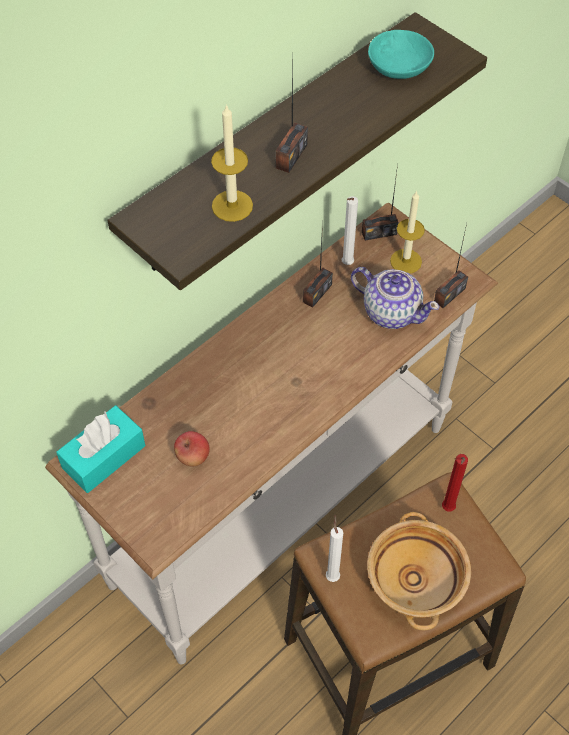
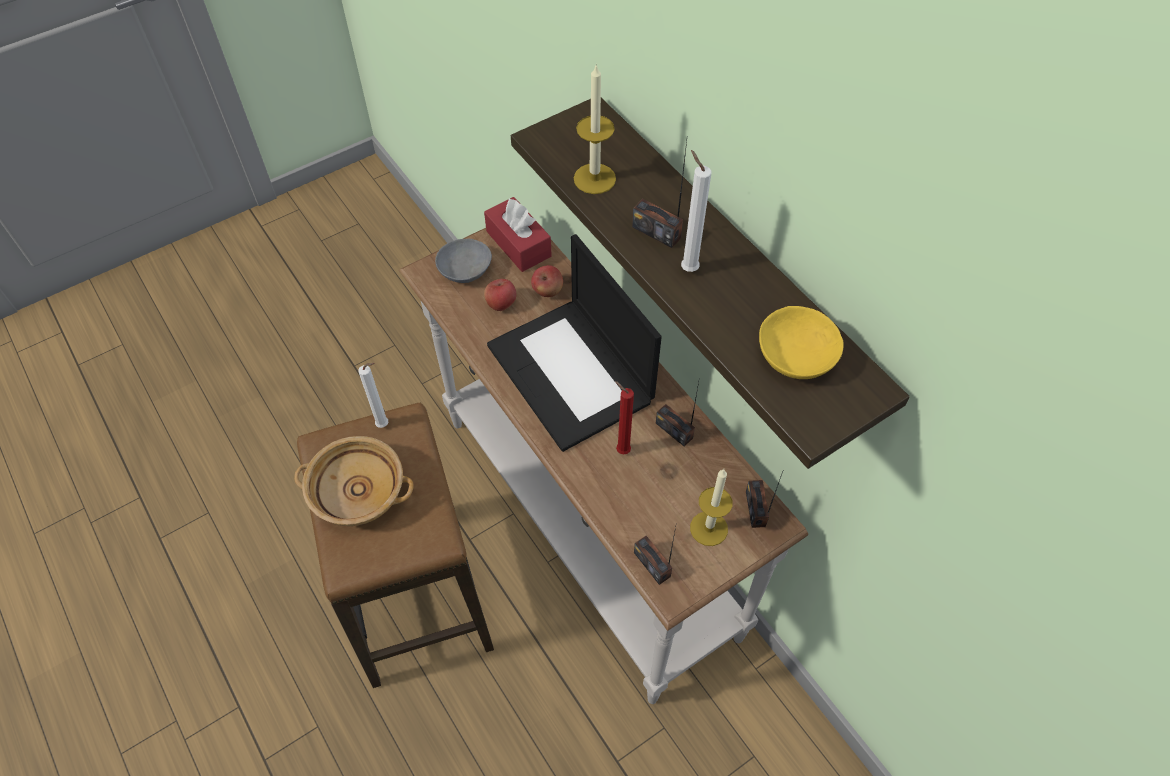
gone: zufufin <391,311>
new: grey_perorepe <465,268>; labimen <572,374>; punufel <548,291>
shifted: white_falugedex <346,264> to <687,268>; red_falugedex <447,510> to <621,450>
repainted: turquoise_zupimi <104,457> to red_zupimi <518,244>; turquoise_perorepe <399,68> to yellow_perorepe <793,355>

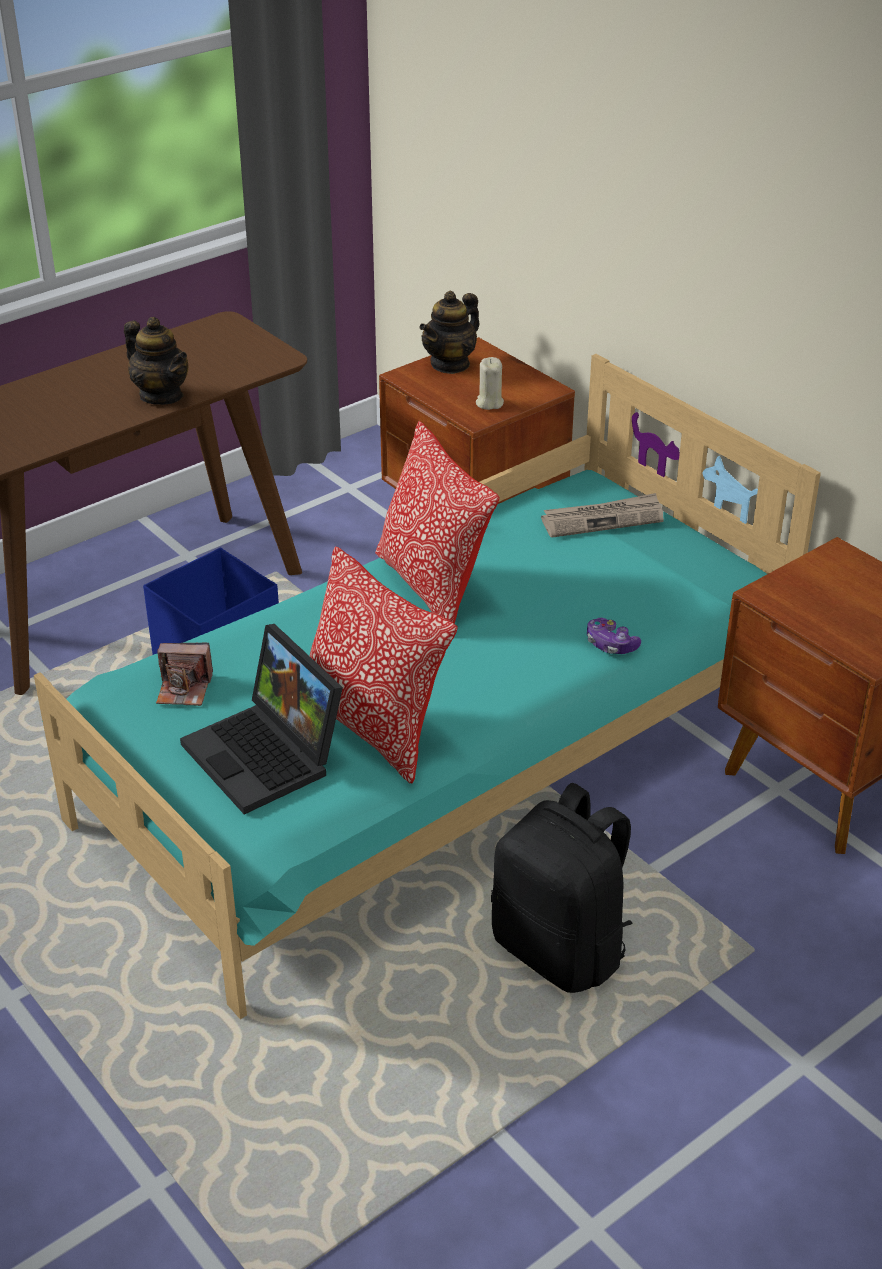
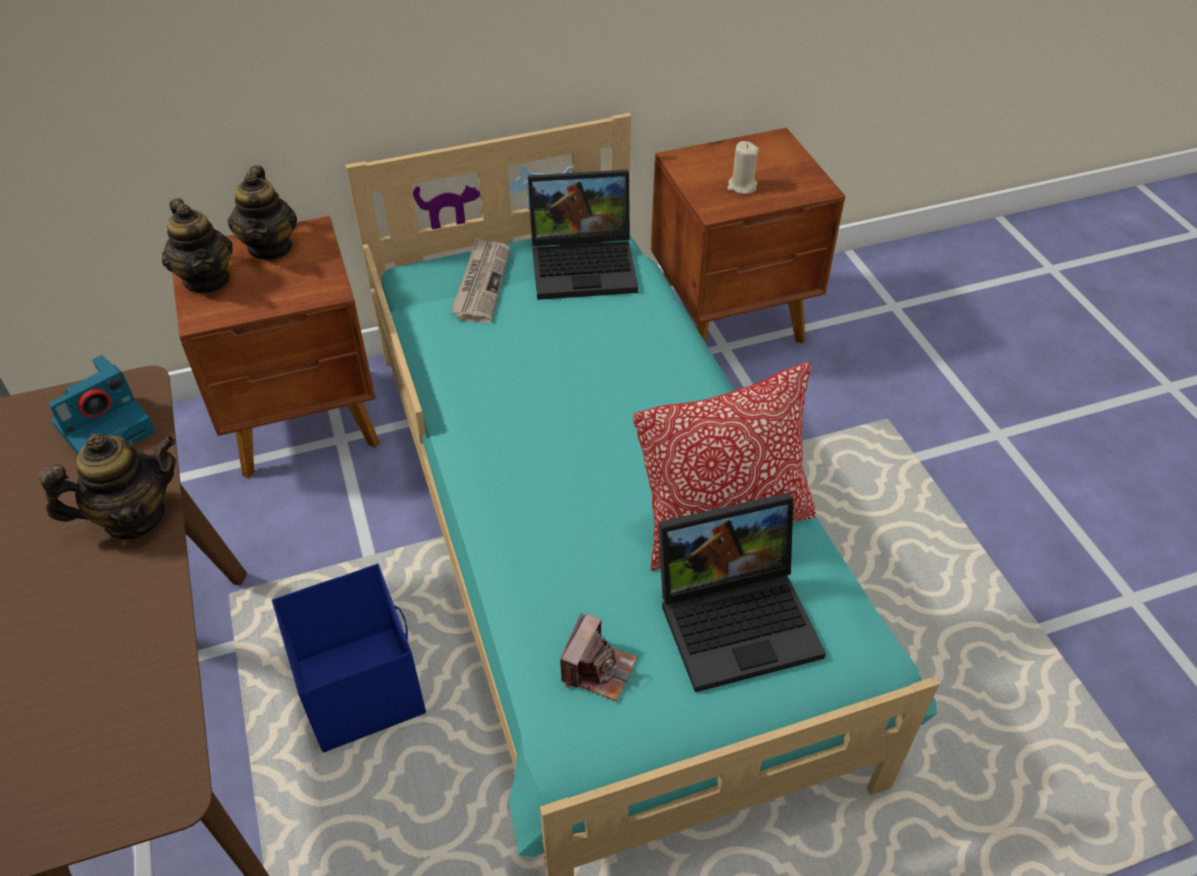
gone: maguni <432,587>; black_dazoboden <561,950>; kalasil <610,645>
new: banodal <106,427>; zufufin <271,247>; labimen <586,264>
shifted: beige_falugedex <489,403> to <742,186>

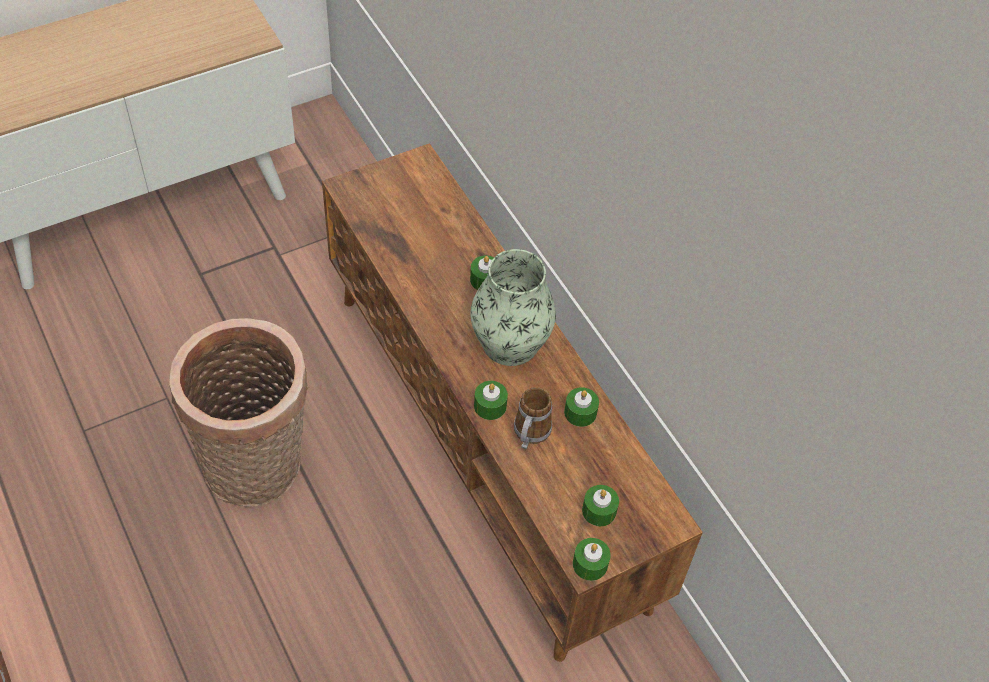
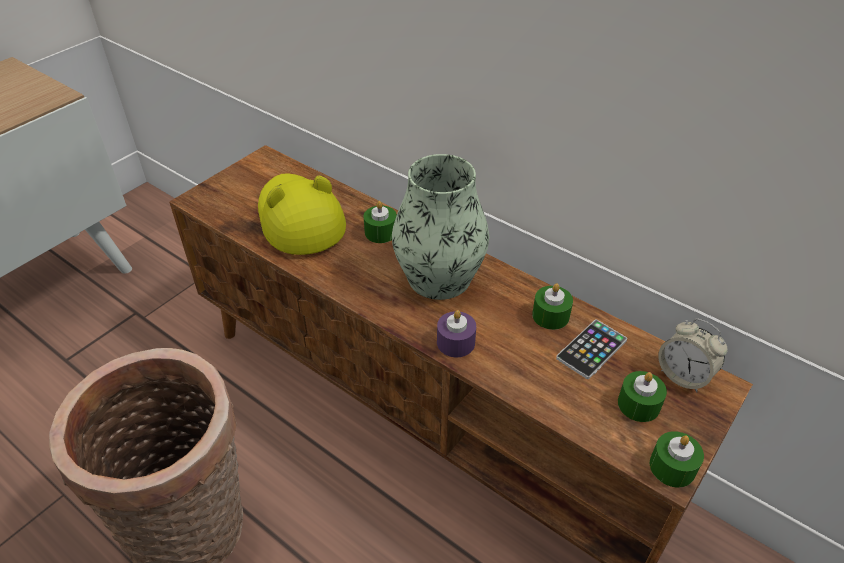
gone: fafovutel <529,435>
new: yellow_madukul <299,219>; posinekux <591,349>; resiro <683,375>
repainted: green_falugedex <490,406> to purple_falugedex <455,342>

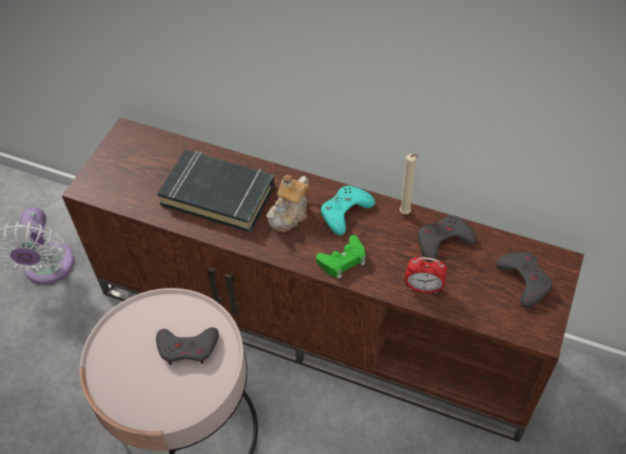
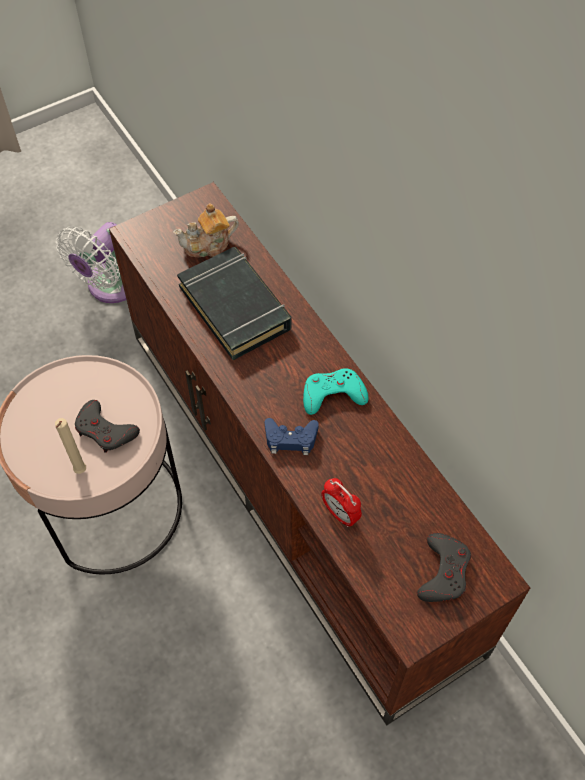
gone: grey_kalasil <443,241>
shifted: zufufin <290,214> to <208,245>; beige_falugedex <406,214> to <80,472>
repainted: green_kalasil <343,260> to blue_kalasil <290,439>

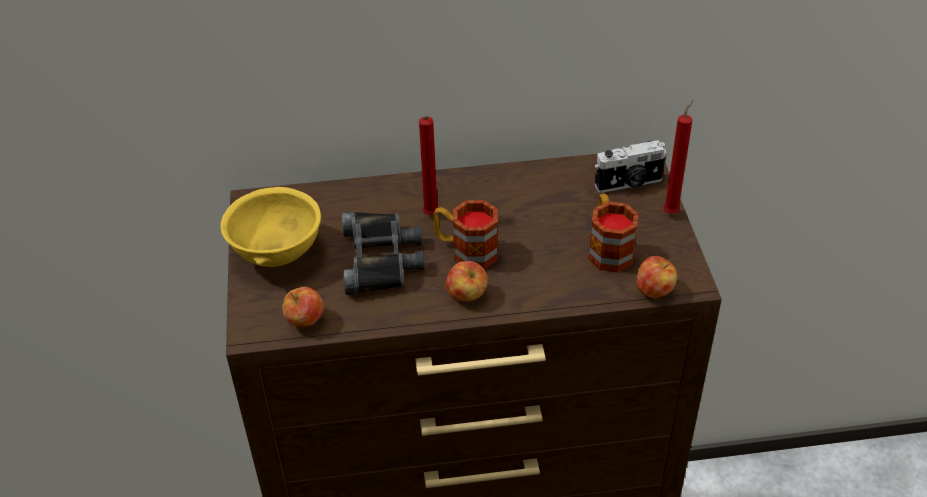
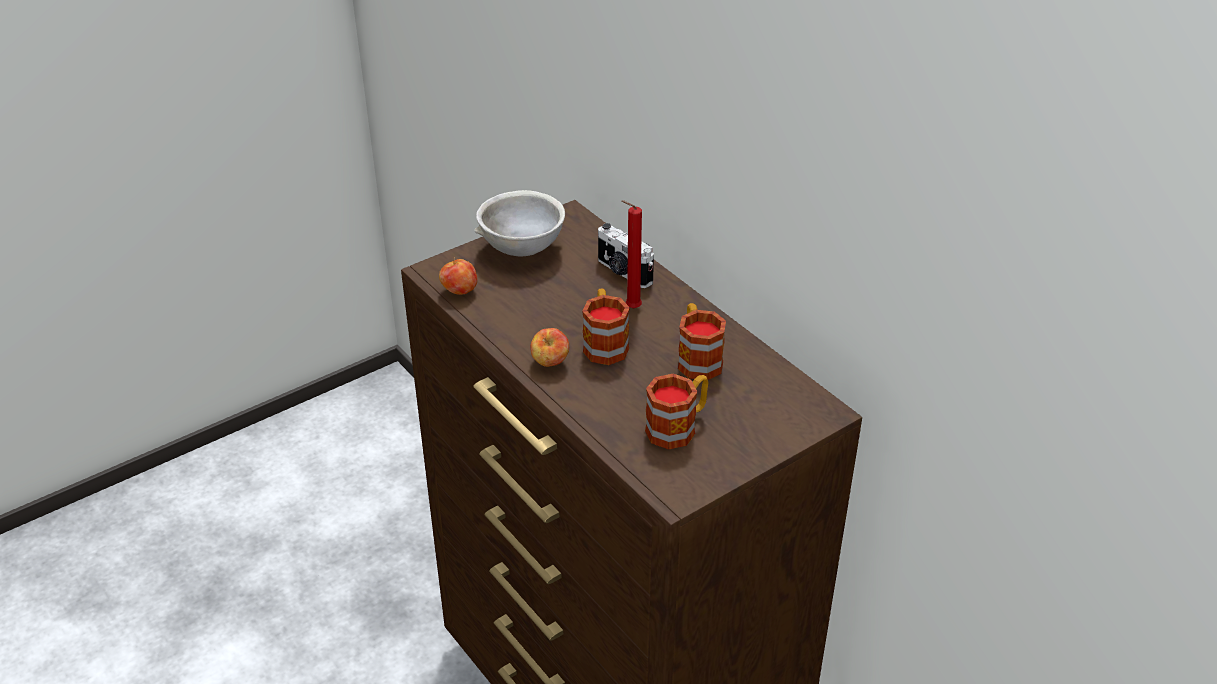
gone: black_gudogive <382,258>; punufel <654,291>; red_falugedex <672,212>
new: fafovutel <697,358>
shifted: banodal <629,184> to <623,272>
repainted: yellow_perorepe <275,253> to grey_perorepe <521,248>

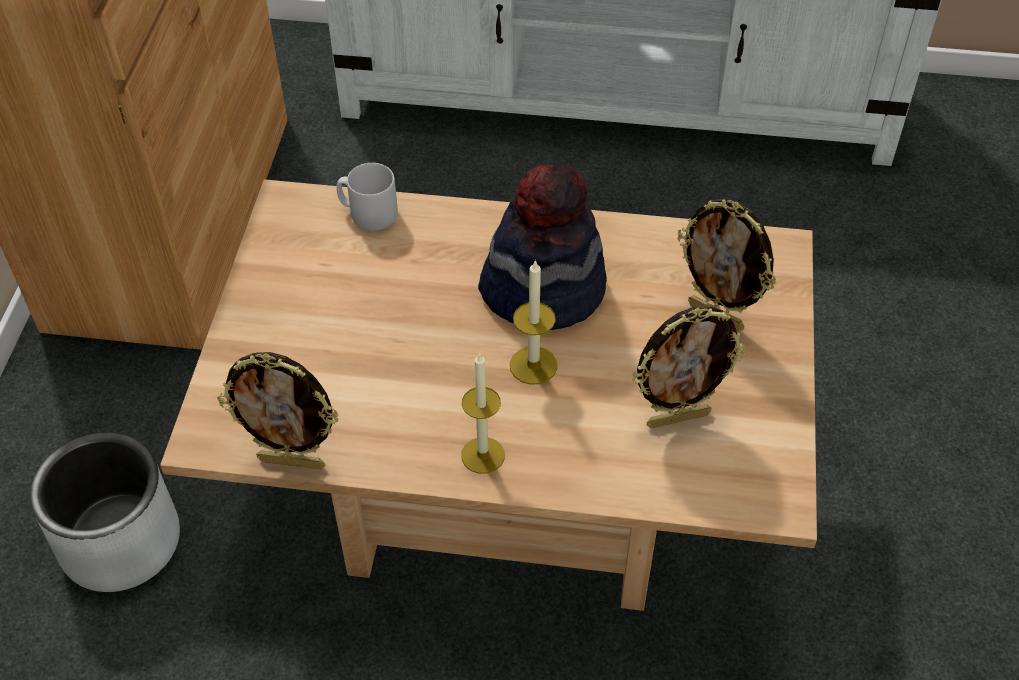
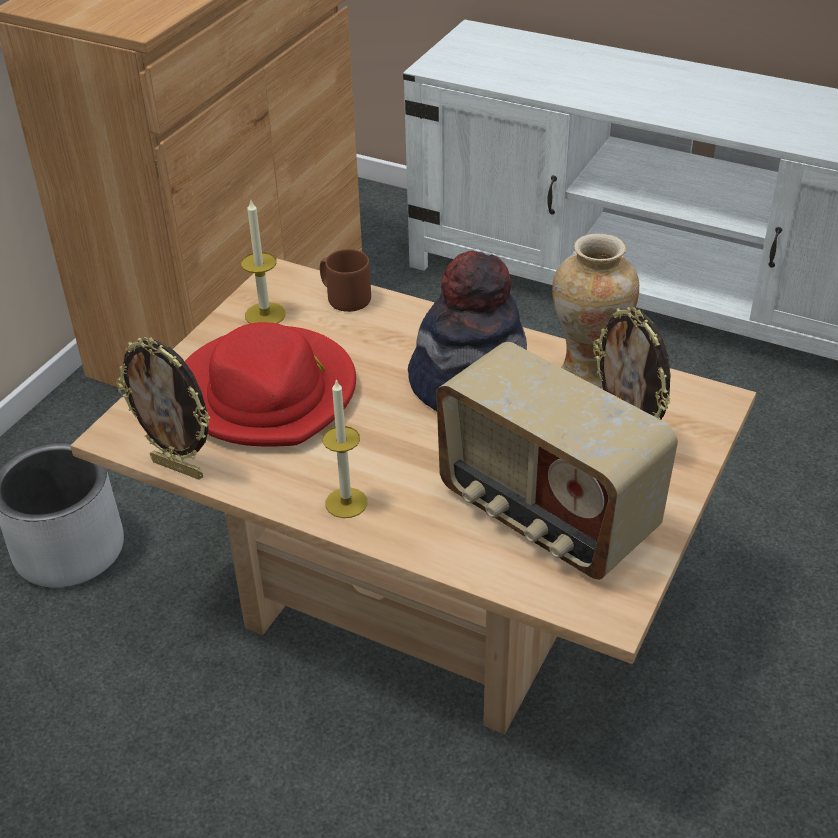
new: red_madukul <268,393>; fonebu <587,376>
shifted: falugedex <533,365> to <265,314>
swapped: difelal <678,417> to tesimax <544,516>
repainted: grey_fafovutel <368,214> to brown_fafovutel <345,298>

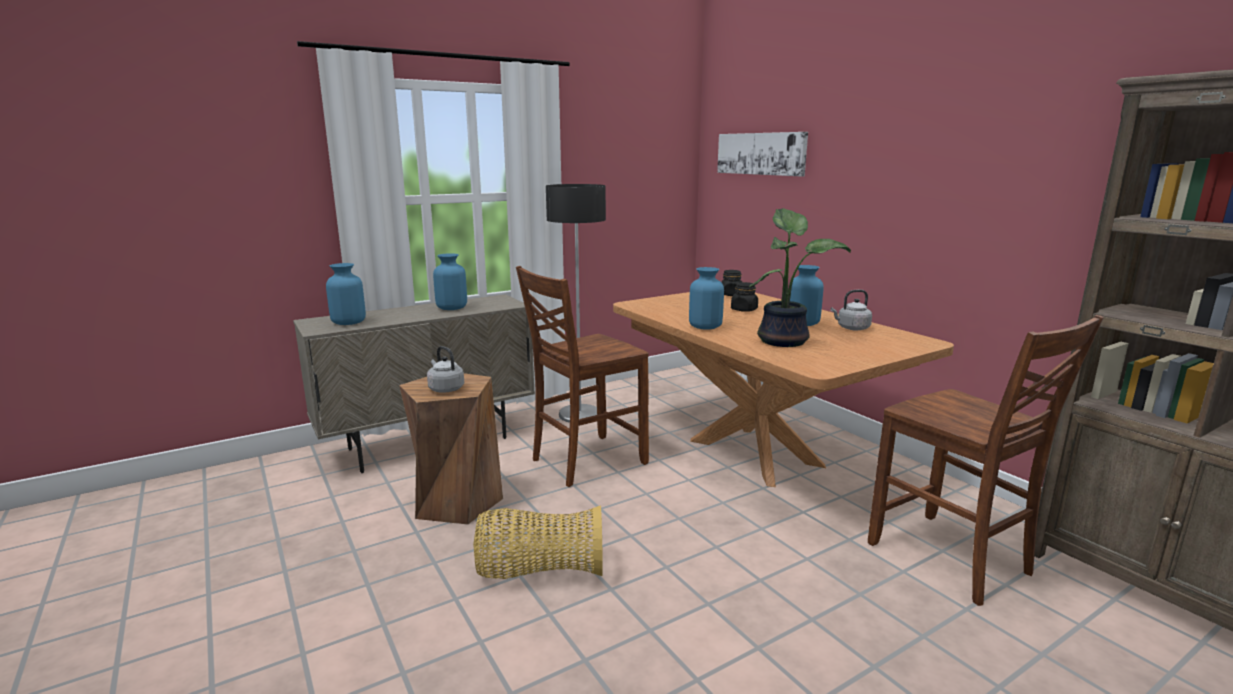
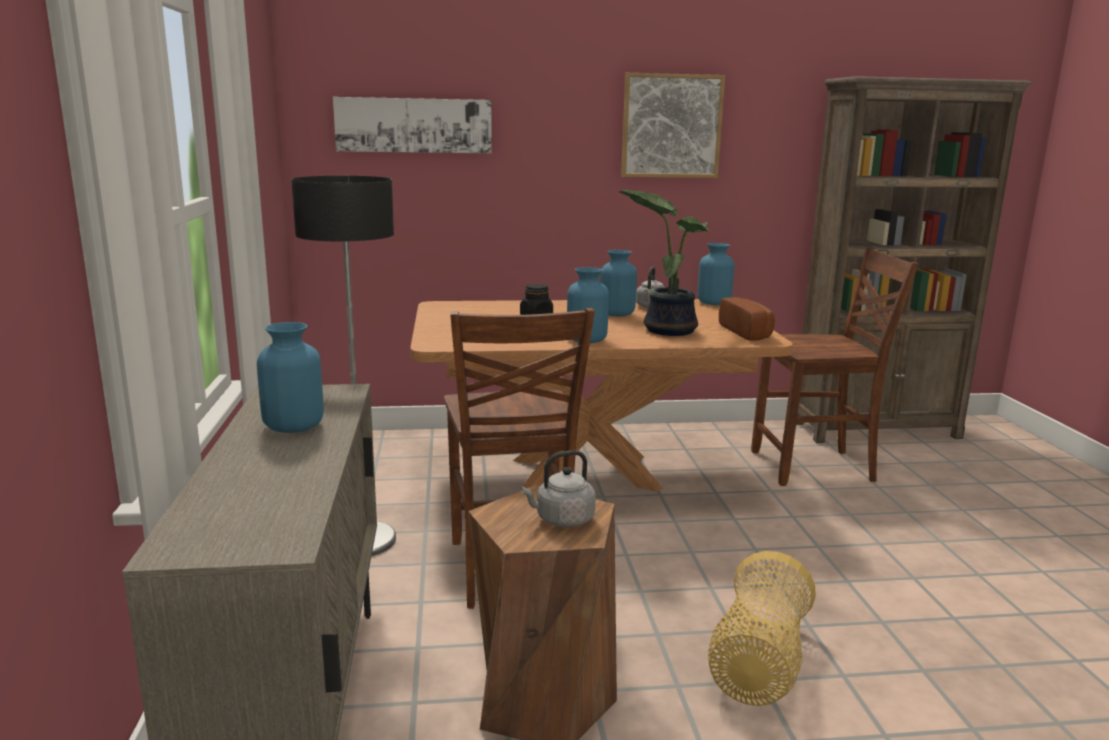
gone: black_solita <731,294>
new: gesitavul <671,126>; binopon <748,332>
shifted: blue_fonebu <349,322> to <714,303>

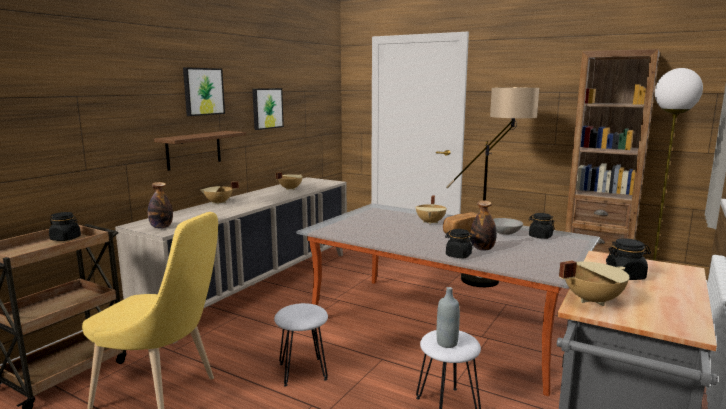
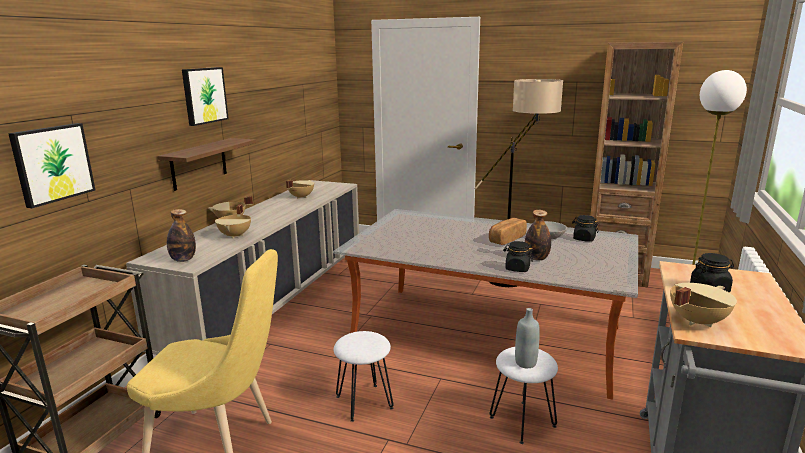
gone: black_solita <66,239>
shifted: gesitavul <267,108> to <52,163>; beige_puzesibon <431,222> to <236,235>

